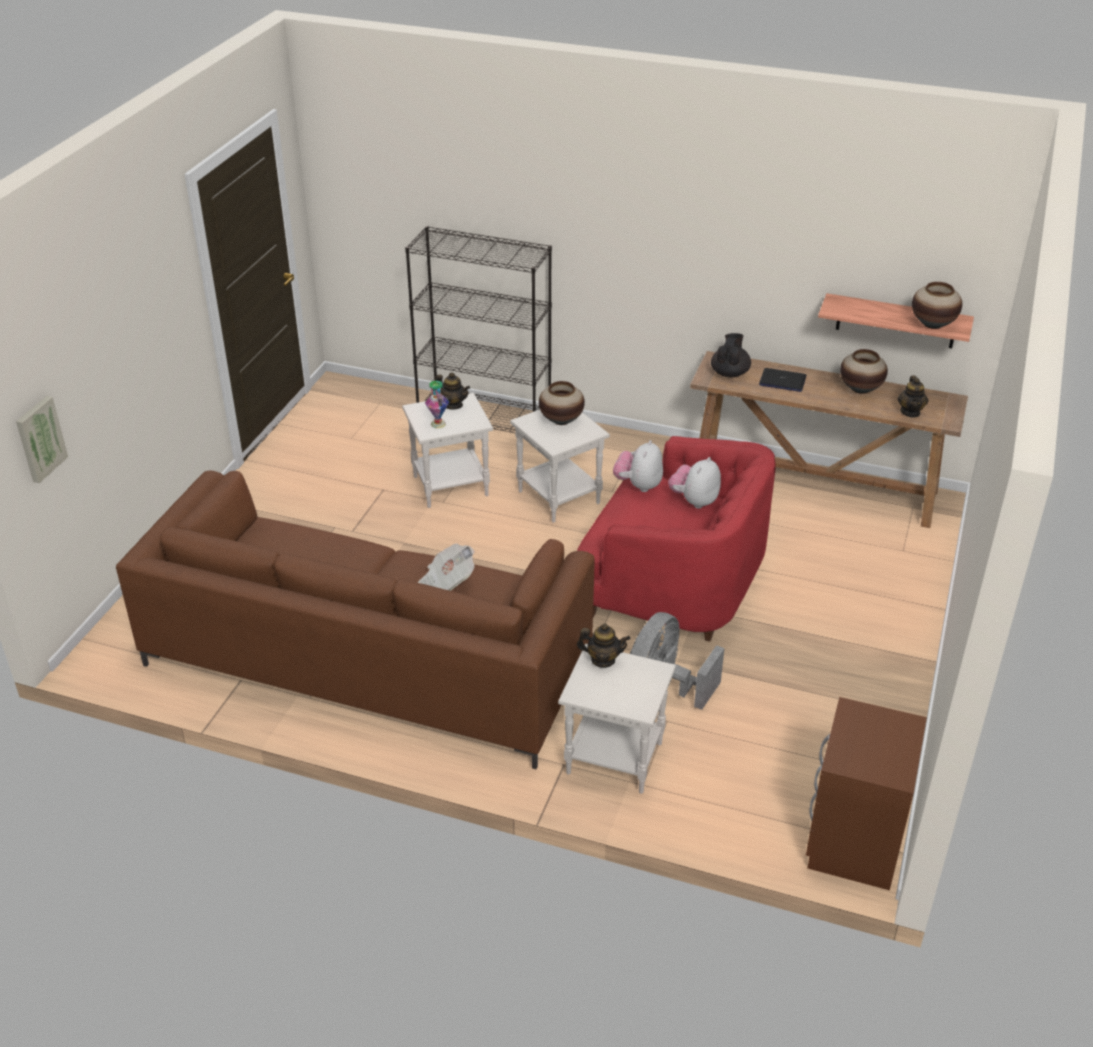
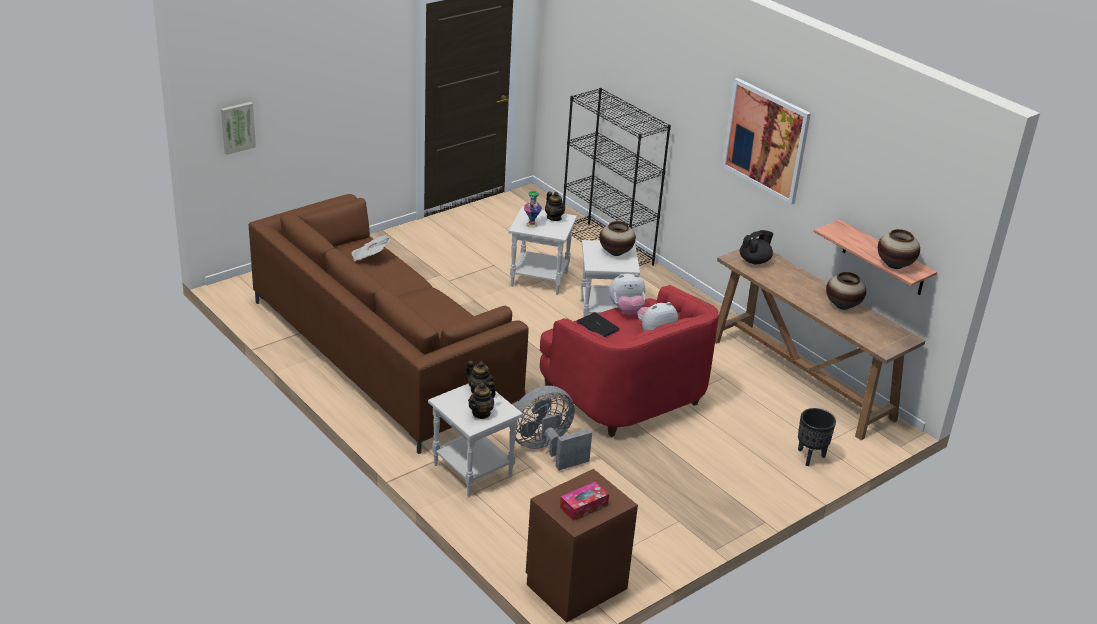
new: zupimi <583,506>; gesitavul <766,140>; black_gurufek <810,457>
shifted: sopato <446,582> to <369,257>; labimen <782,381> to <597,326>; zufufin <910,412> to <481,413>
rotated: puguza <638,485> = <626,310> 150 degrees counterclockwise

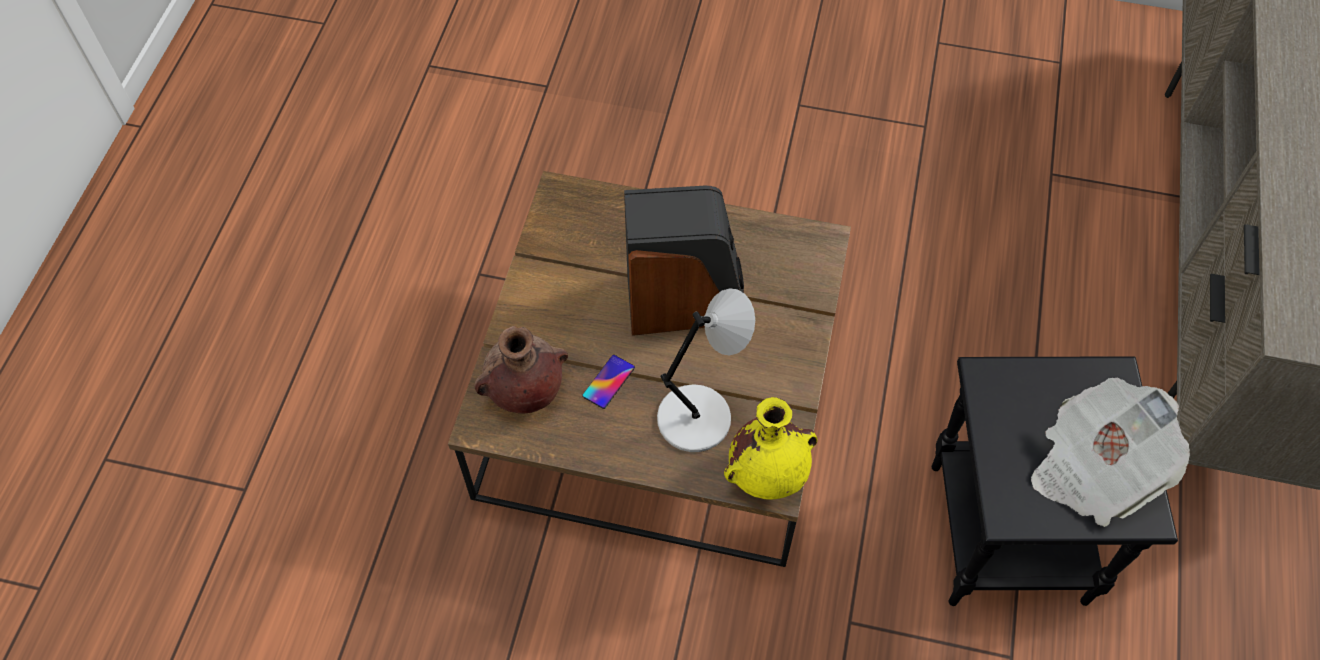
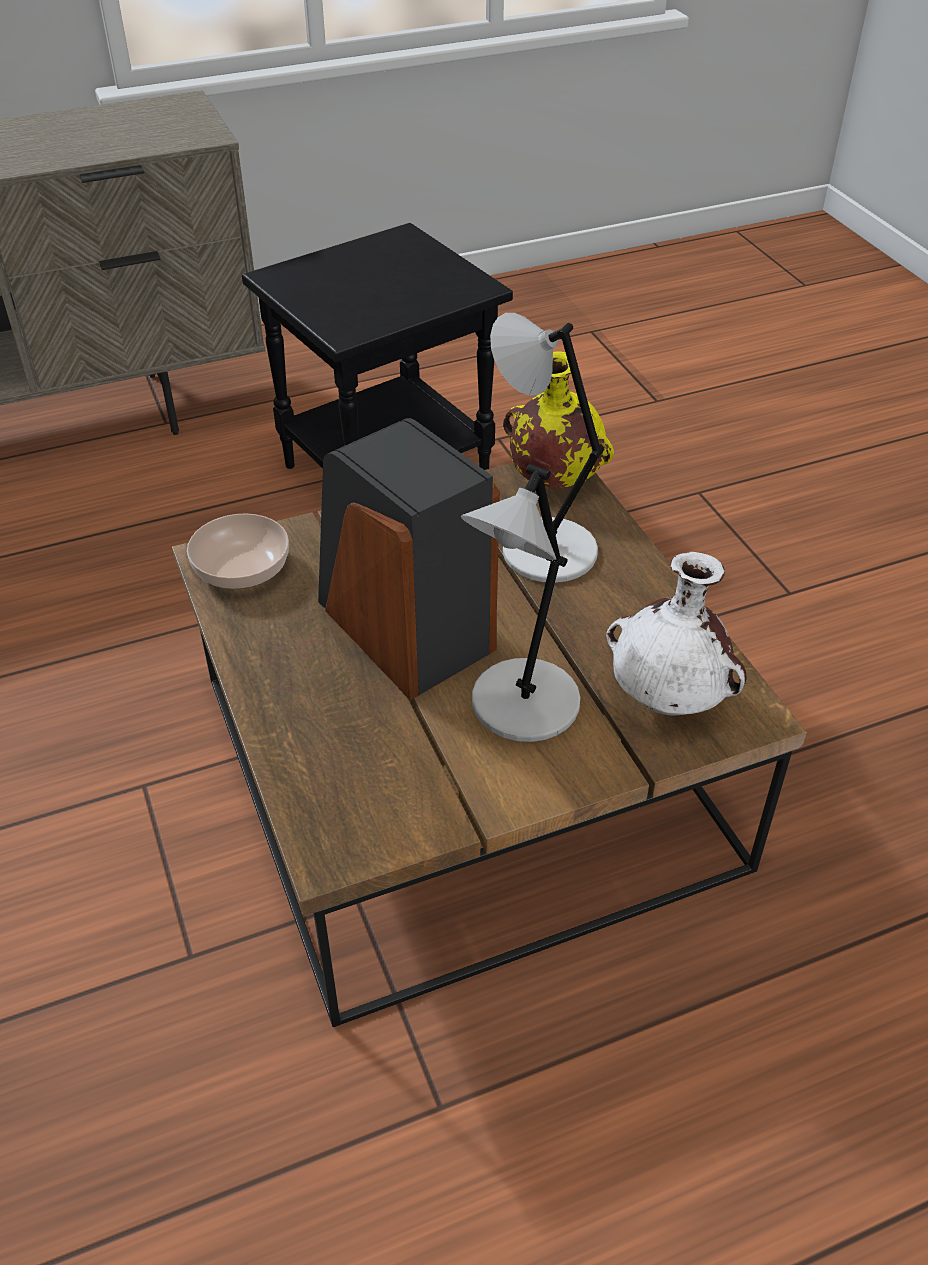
gone: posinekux <608,382>; sopato <1095,467>
new: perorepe <240,569>; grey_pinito <522,706>
repainted: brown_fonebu <524,392> to white_fonebu <668,701>

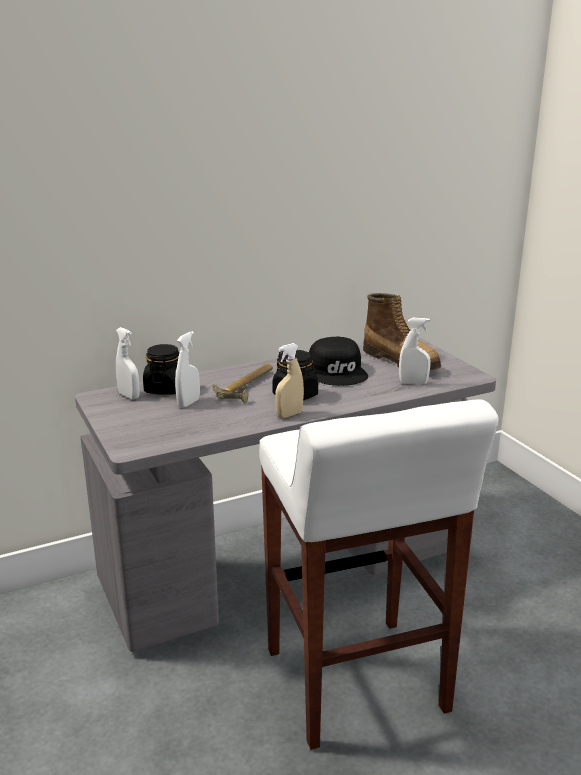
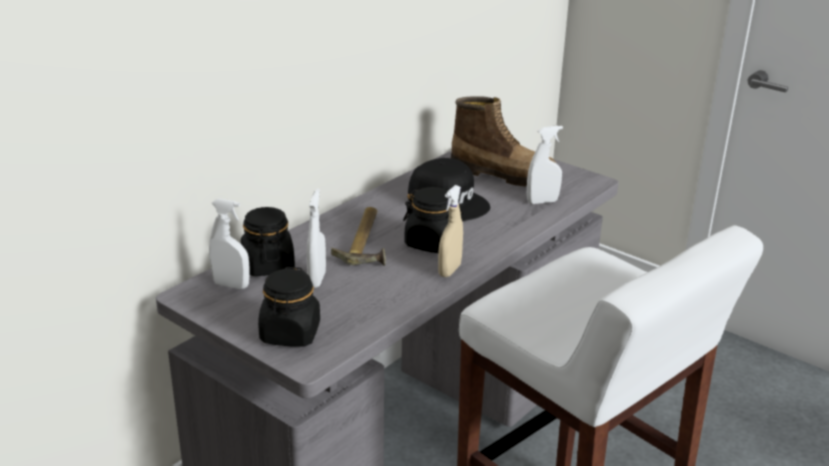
new: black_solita <290,334>

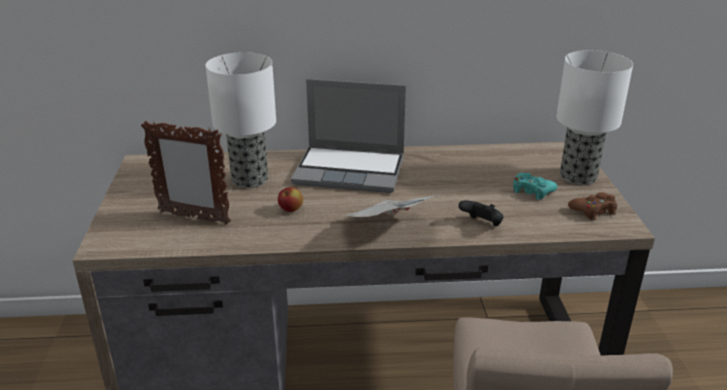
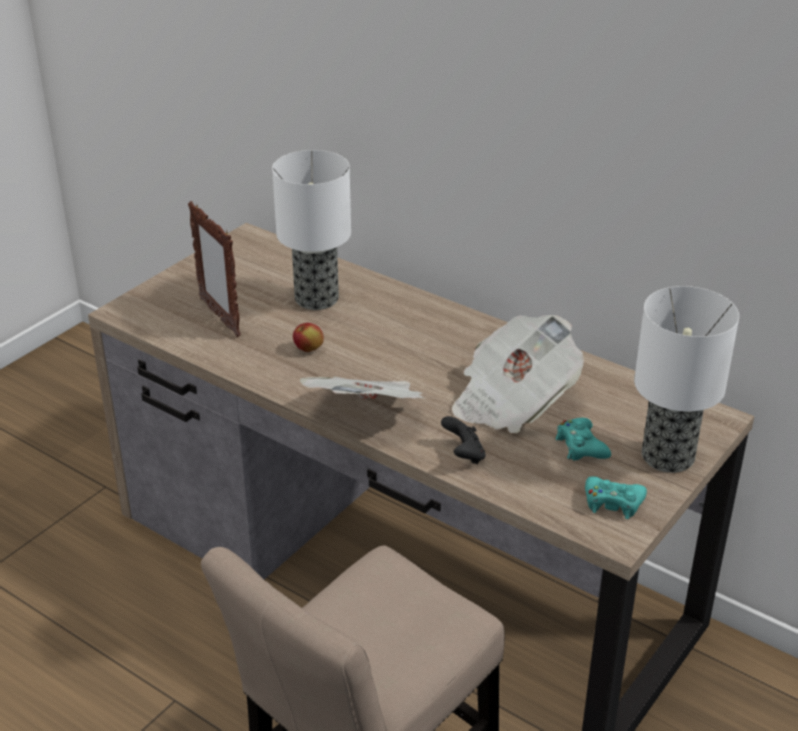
gone: labimen <351,170>
new: sopato <512,401>
repainted: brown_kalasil <593,211> to turquoise_kalasil <613,503>

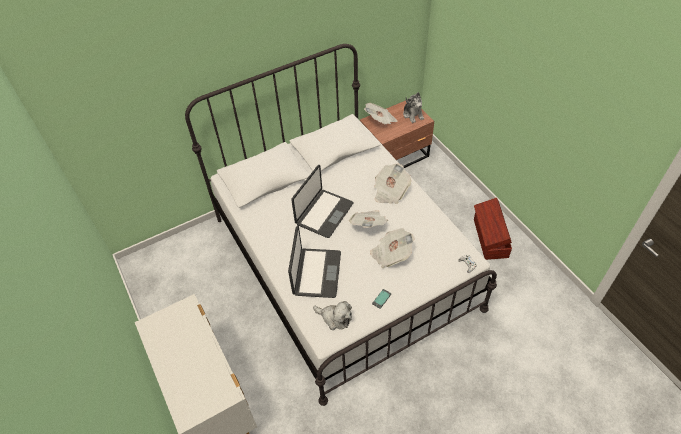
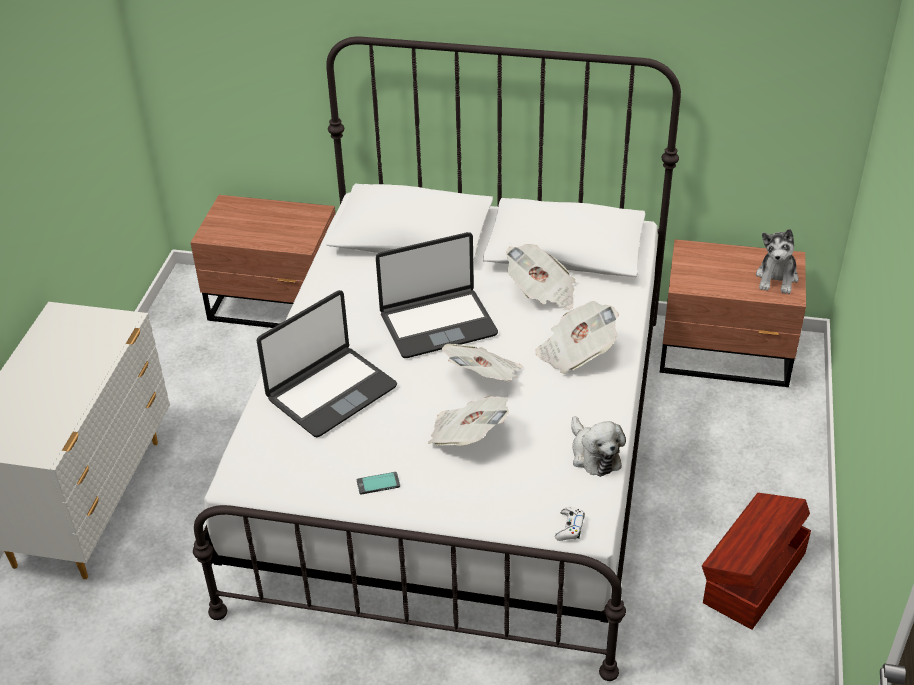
new: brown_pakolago <277,304>
shifted: puguza <335,318> to <594,454>; sopato <380,121> to <542,292>

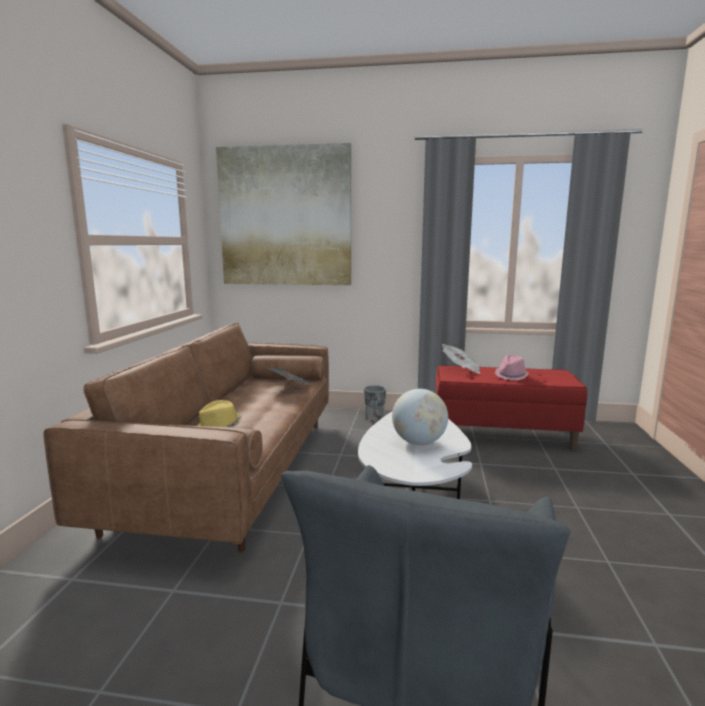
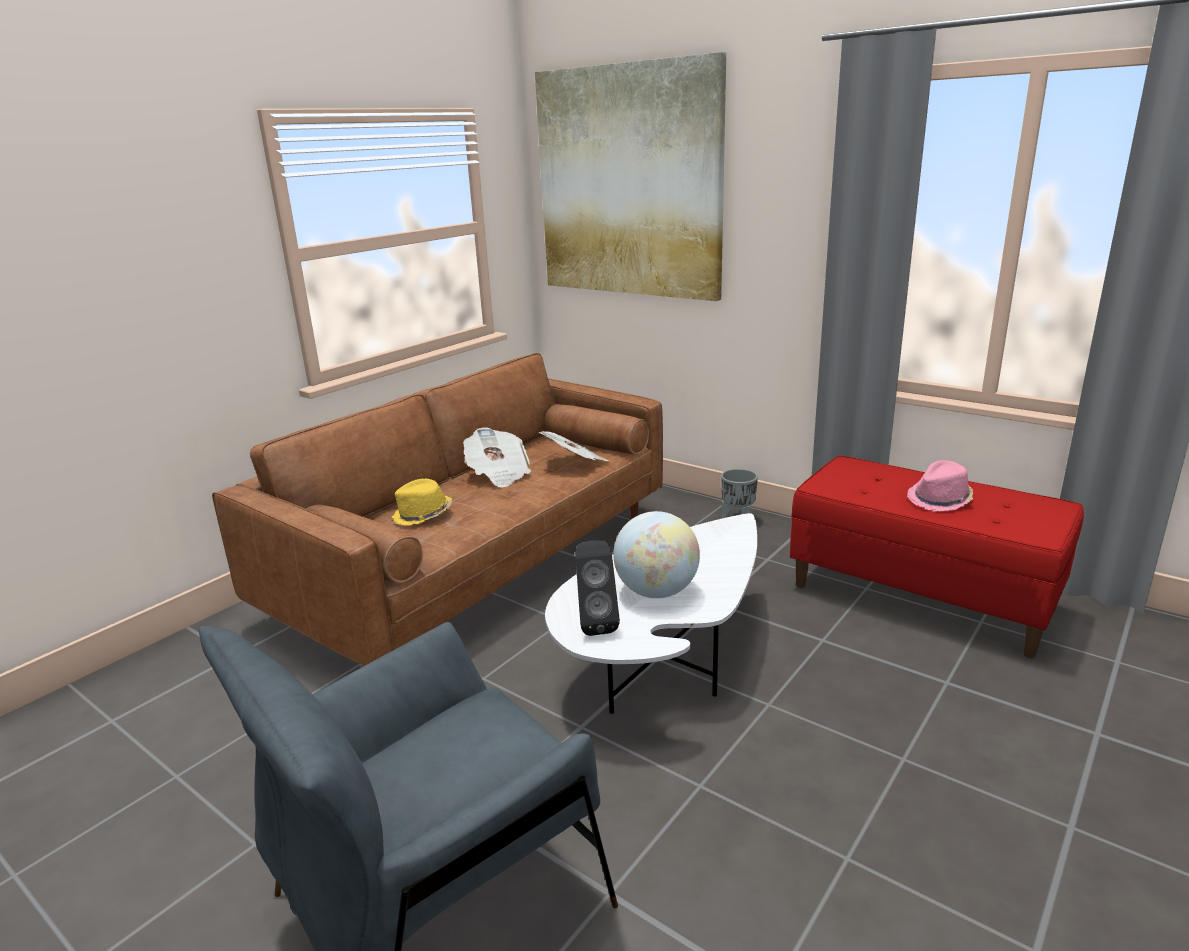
new: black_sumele <596,623>
shifted: sopato <461,369> to <498,474>

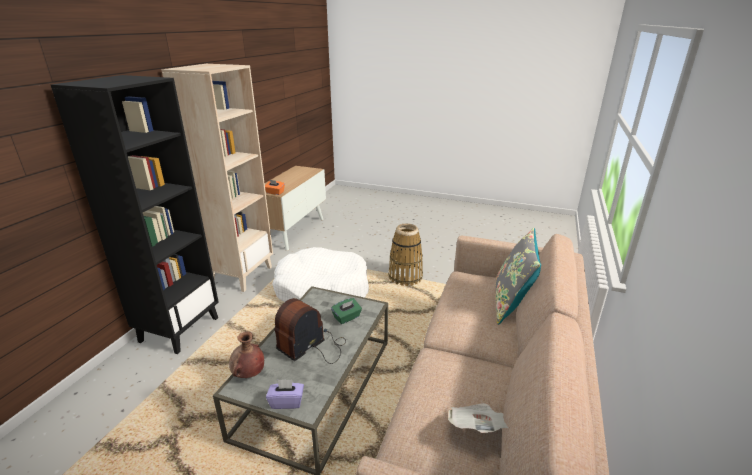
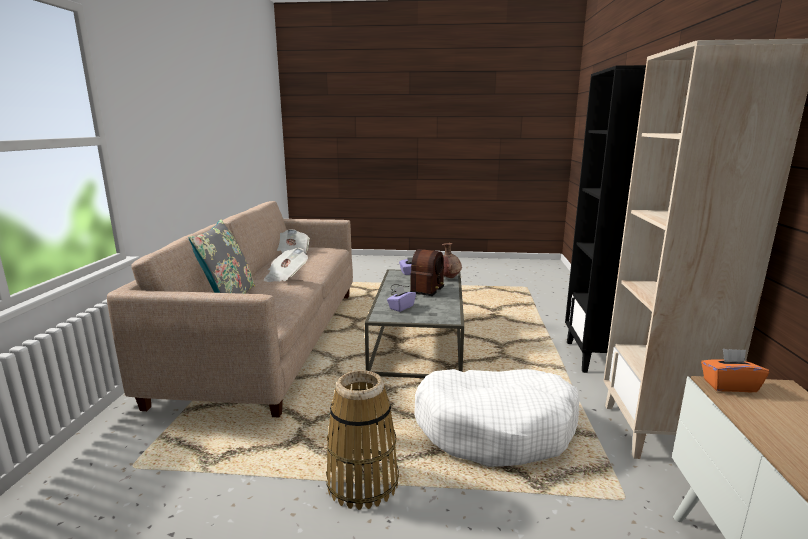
new: sopato <285,277>
repainted: green_zupimi <347,317> to purple_zupimi <401,307>

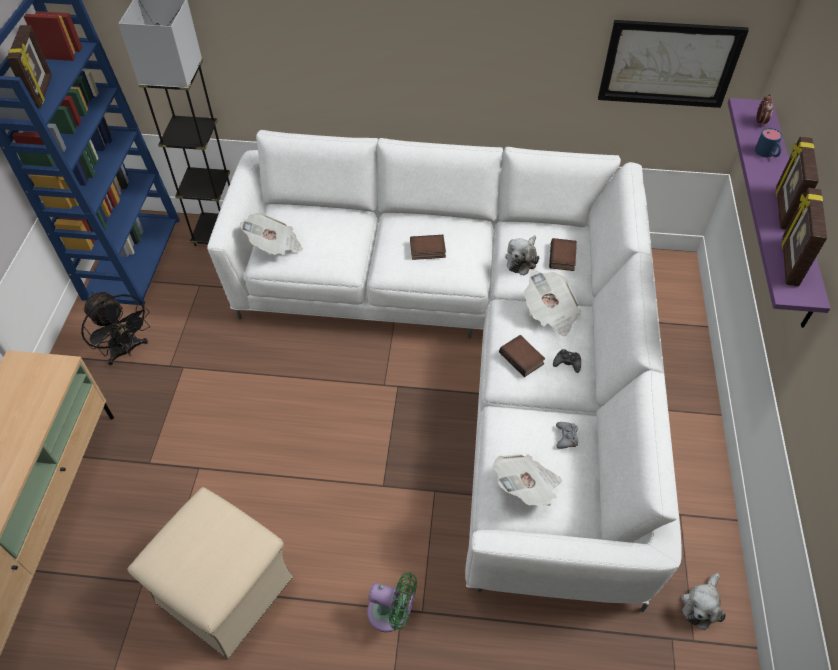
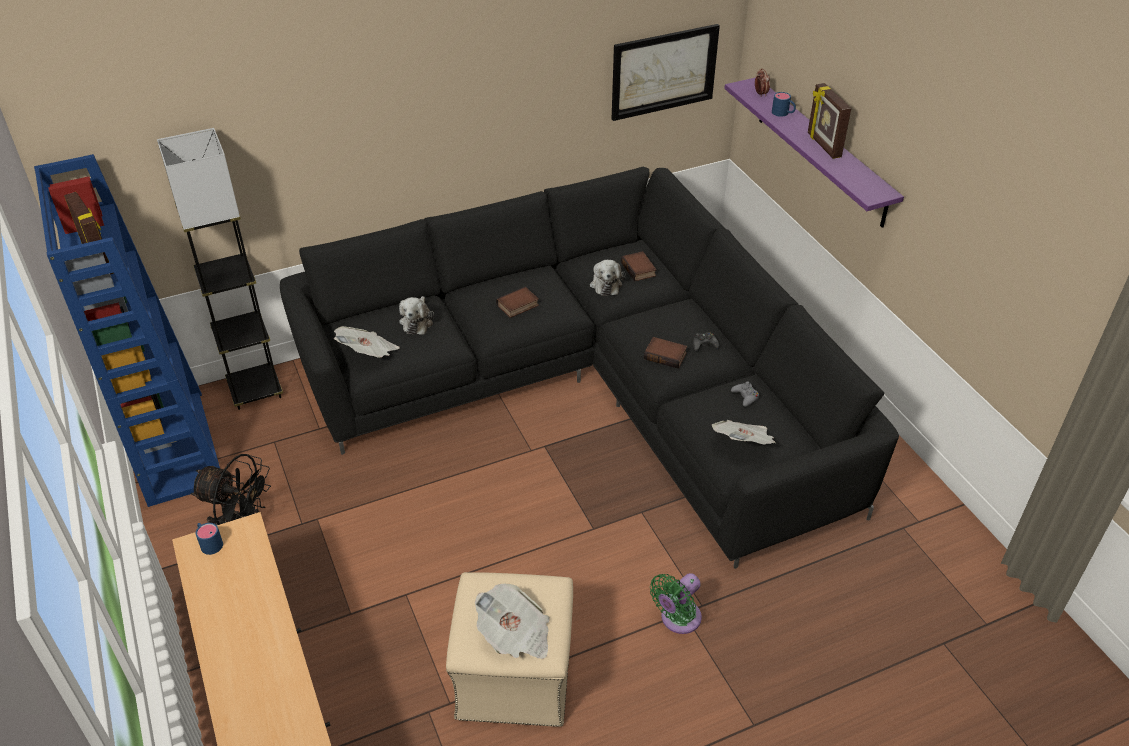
gone: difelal <788,261>
new: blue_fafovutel <209,542>
shifted: sopato <550,313> to <515,635>; puguza <701,605> to <417,321>
repainted: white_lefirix <474,349> to black_lefirix <590,389>
rotated: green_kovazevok <391,613> = <677,619> 150 degrees clockwise

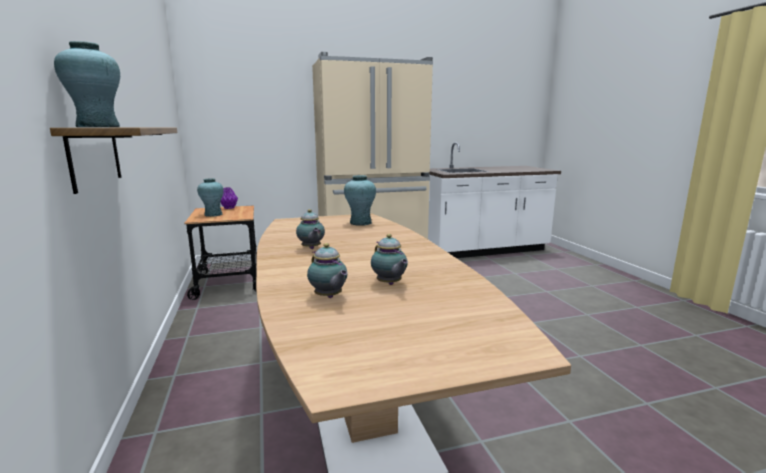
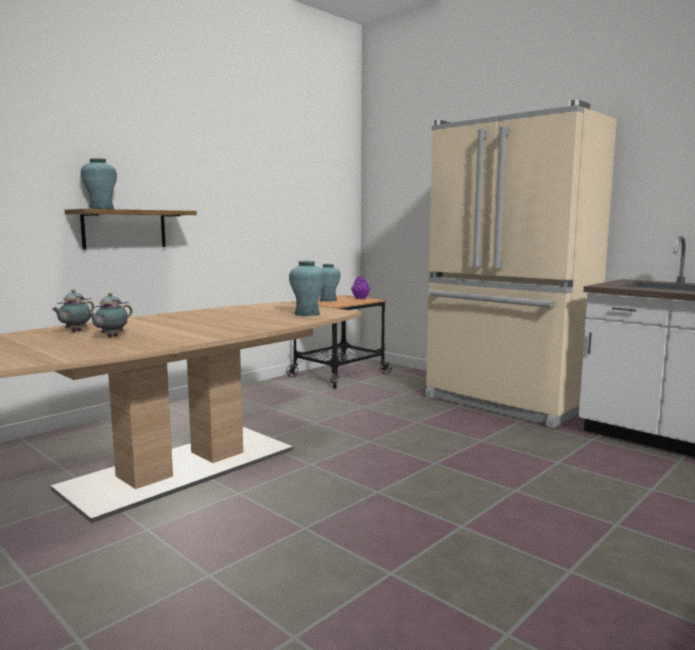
gone: zufufin <311,248>

